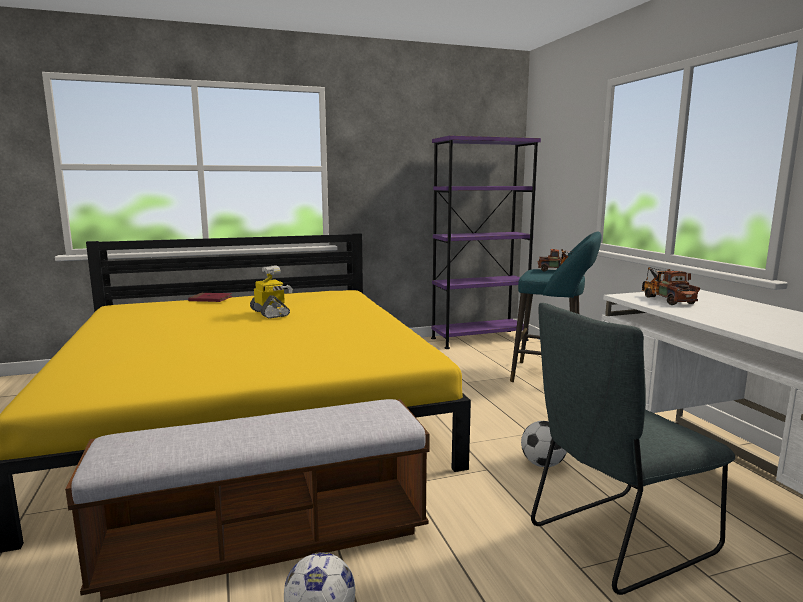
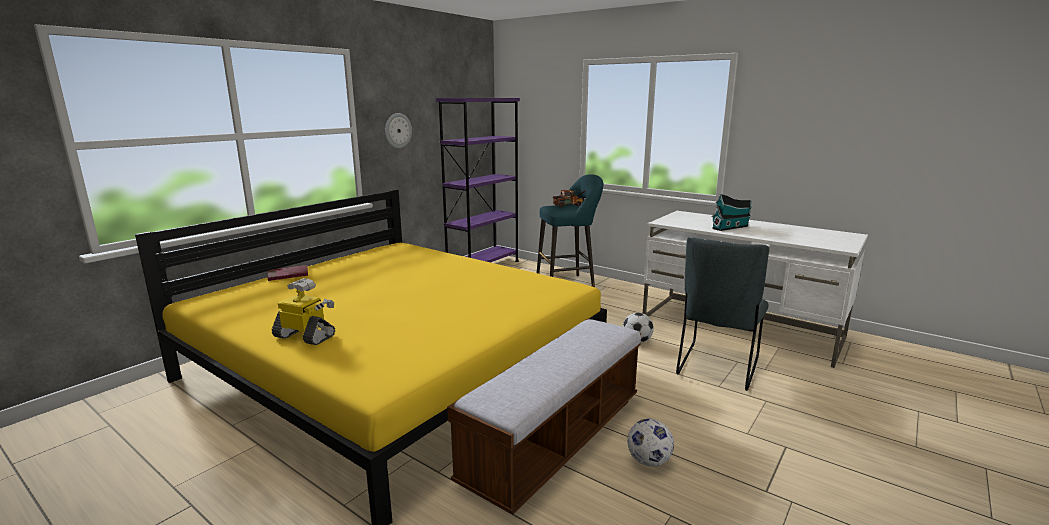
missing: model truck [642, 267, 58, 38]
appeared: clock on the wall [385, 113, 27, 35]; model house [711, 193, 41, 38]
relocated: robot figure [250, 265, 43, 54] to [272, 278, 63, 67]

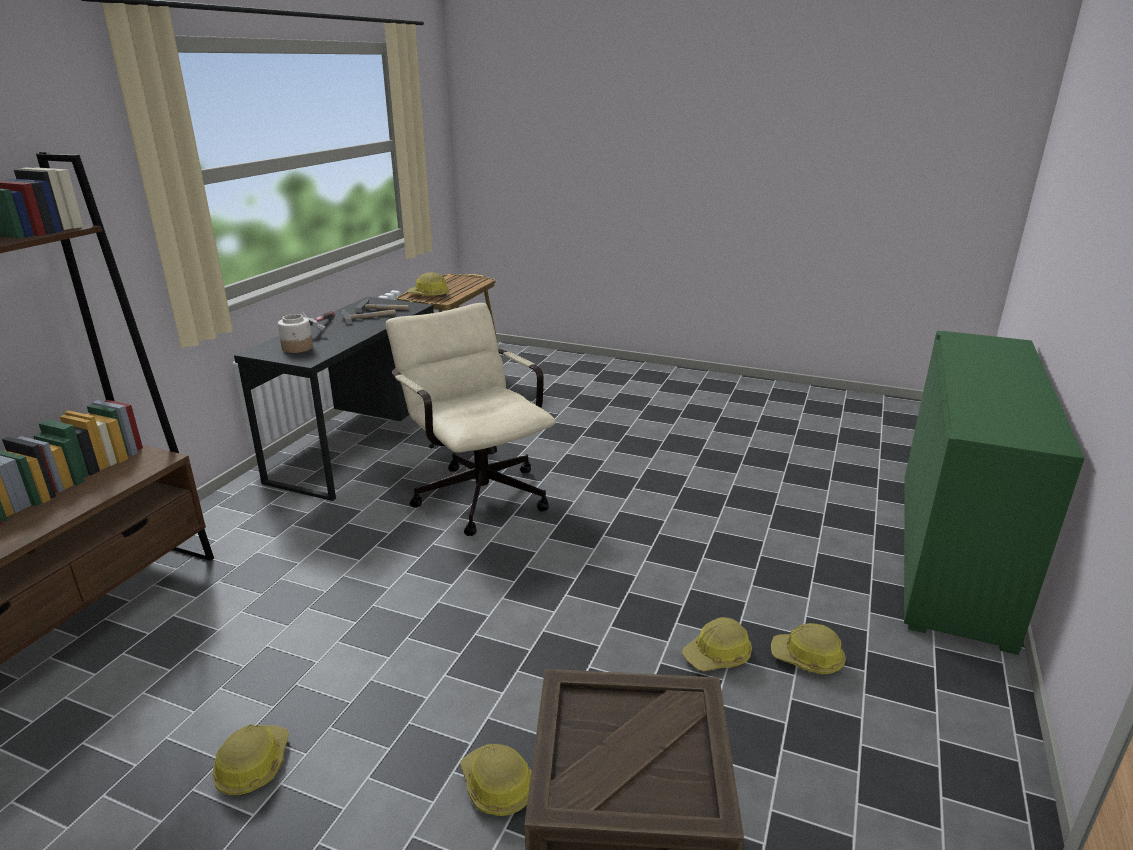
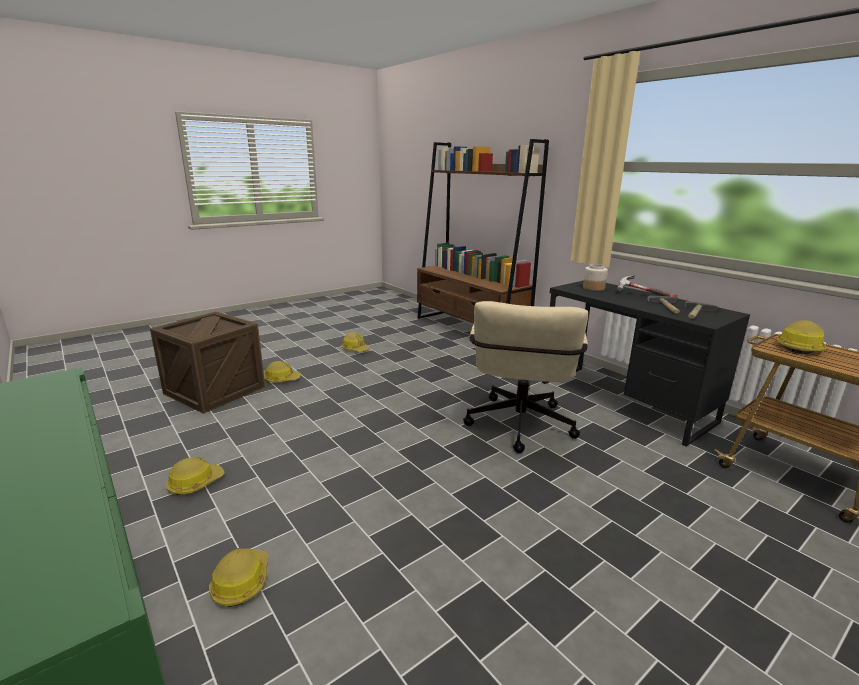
relocated: safety helmet [682, 617, 70, 54] to [209, 548, 59, 59]
spun: beige computer chair [386, 303, 170, 233] = [463, 301, 125, 152] 105 degrees clockwise

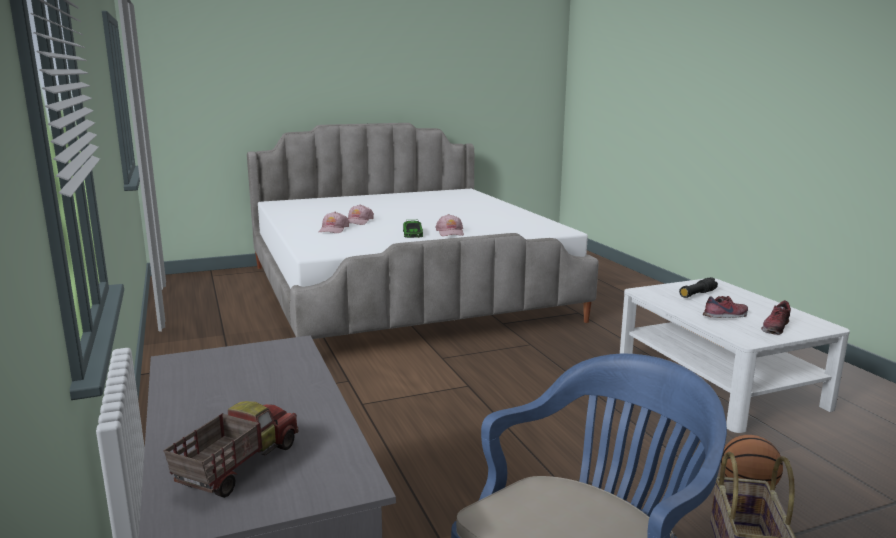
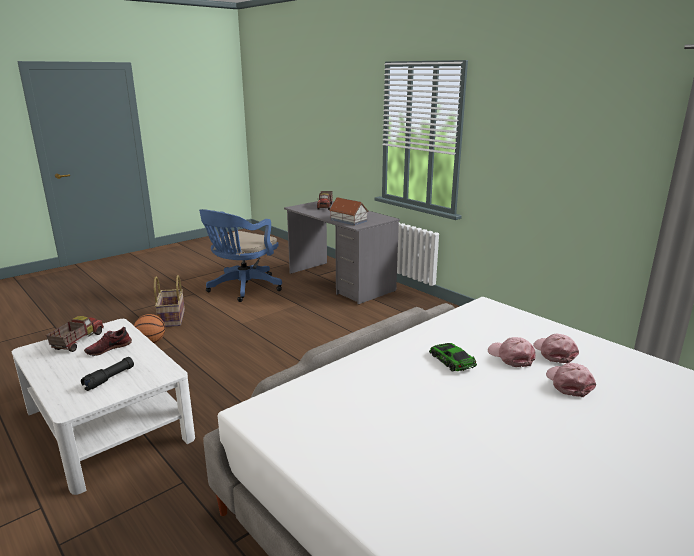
appeared: model house [329, 197, 40, 29]
relocated: pink peaked cap [435, 214, 29, 22] to [488, 337, 48, 30]
exchanged: item of footwear [761, 300, 30, 35] to model truck [46, 316, 58, 36]

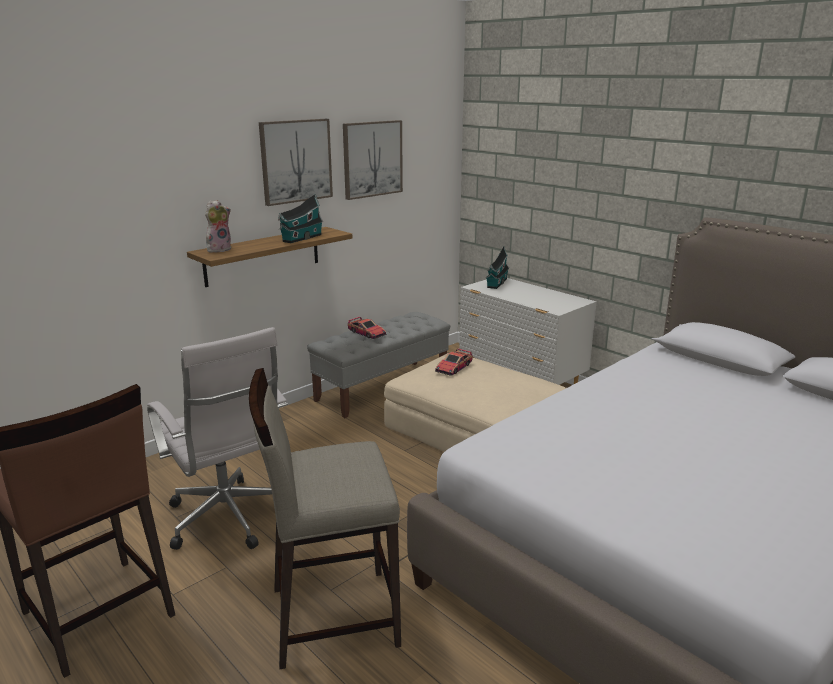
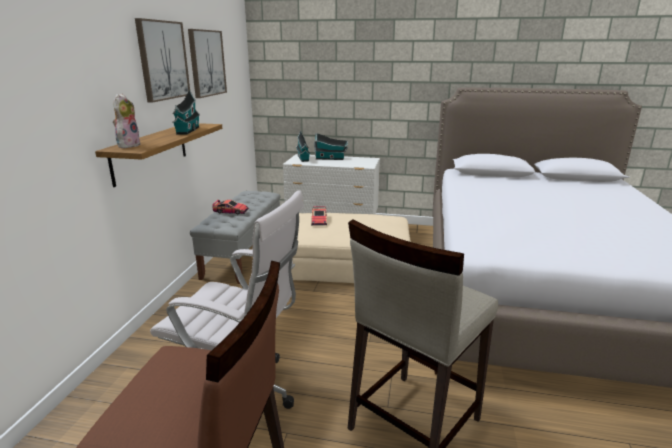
appeared: model house [314, 133, 34, 27]

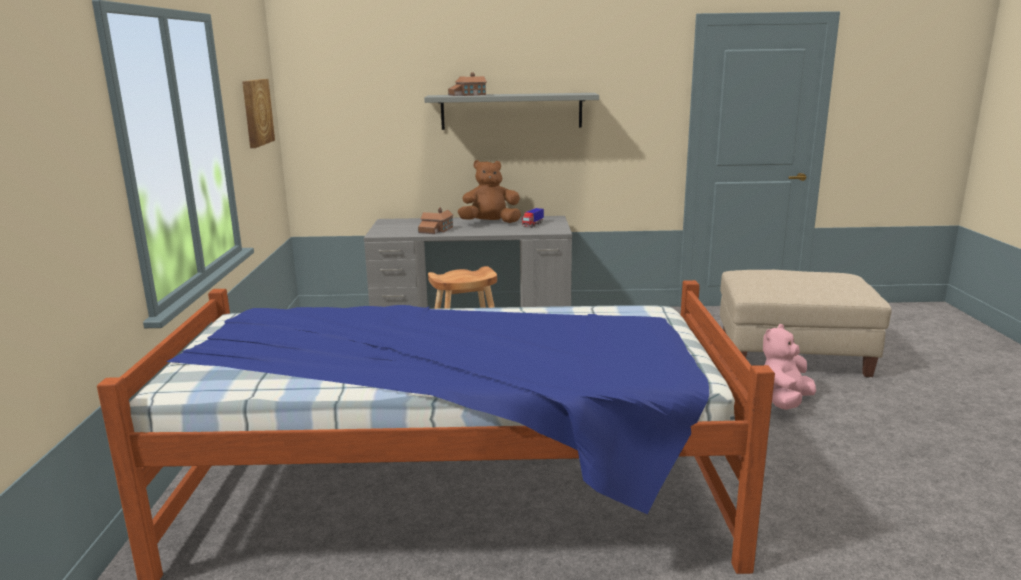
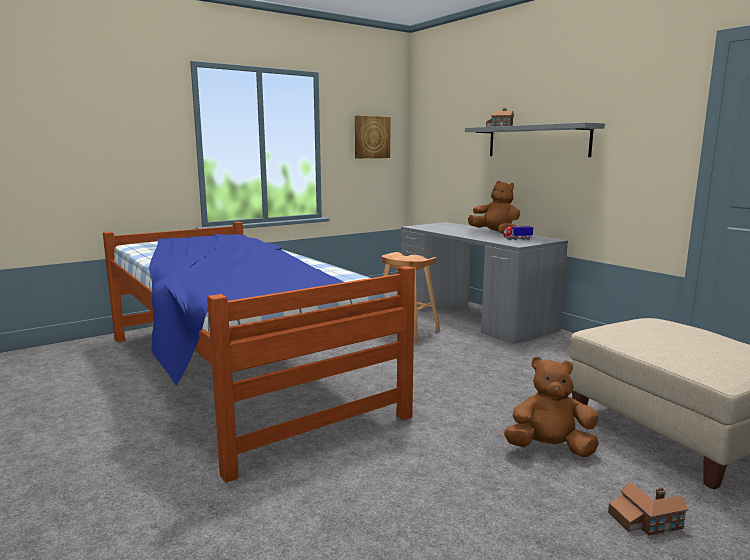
relocated: model house [418, 208, 36, 26] to [608, 481, 81, 55]
colour: pink soft toy [763, 324, 53, 86] to brown soft toy [504, 357, 95, 100]

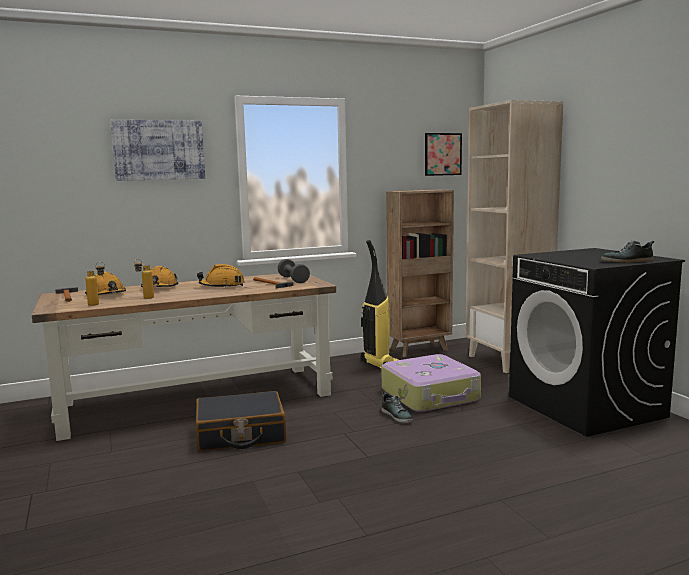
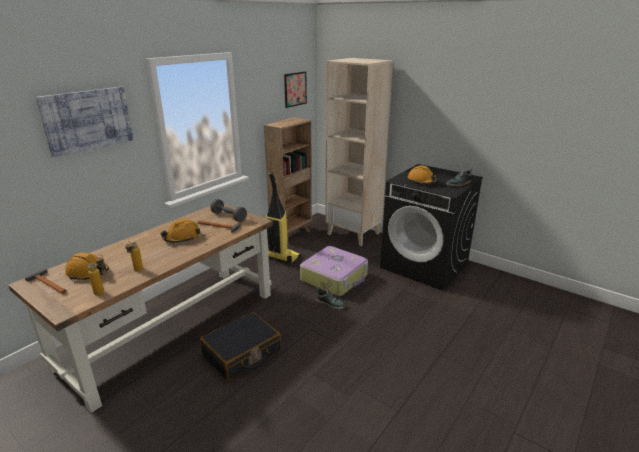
relocated: orange-coloured safety helmet [141, 266, 37, 21] to [408, 165, 30, 19]

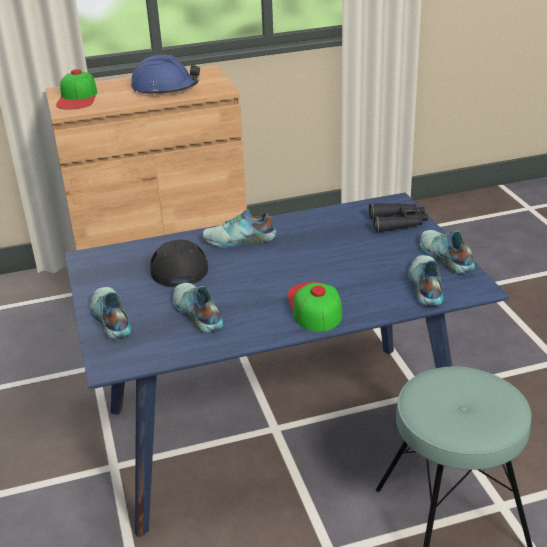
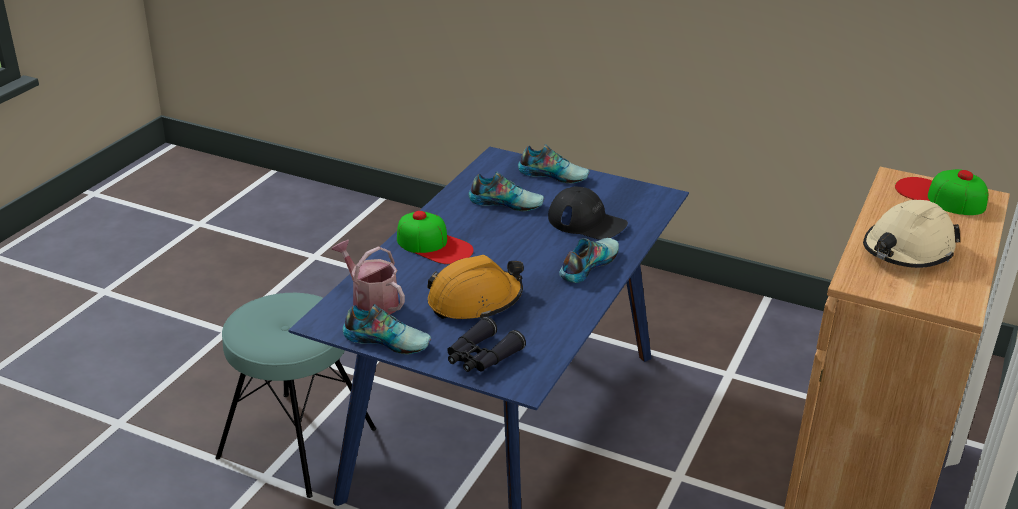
appeared: orange-coloured safety helmet [427, 255, 97, 64]
exchanged: item of footwear [408, 255, 36, 51] to watering can [332, 240, 73, 75]
colour: blue safety helmet [131, 55, 69, 41] to beige safety helmet [863, 200, 97, 68]

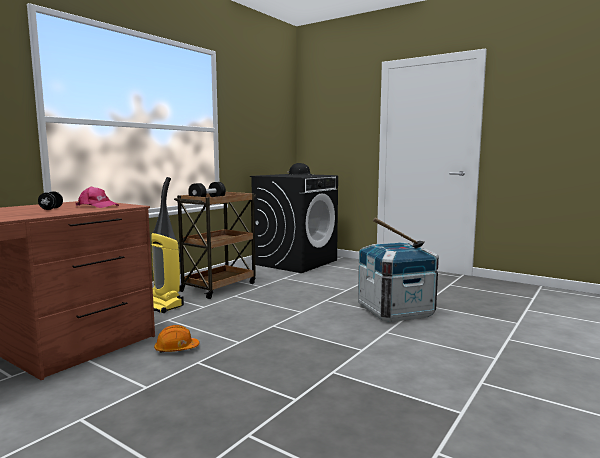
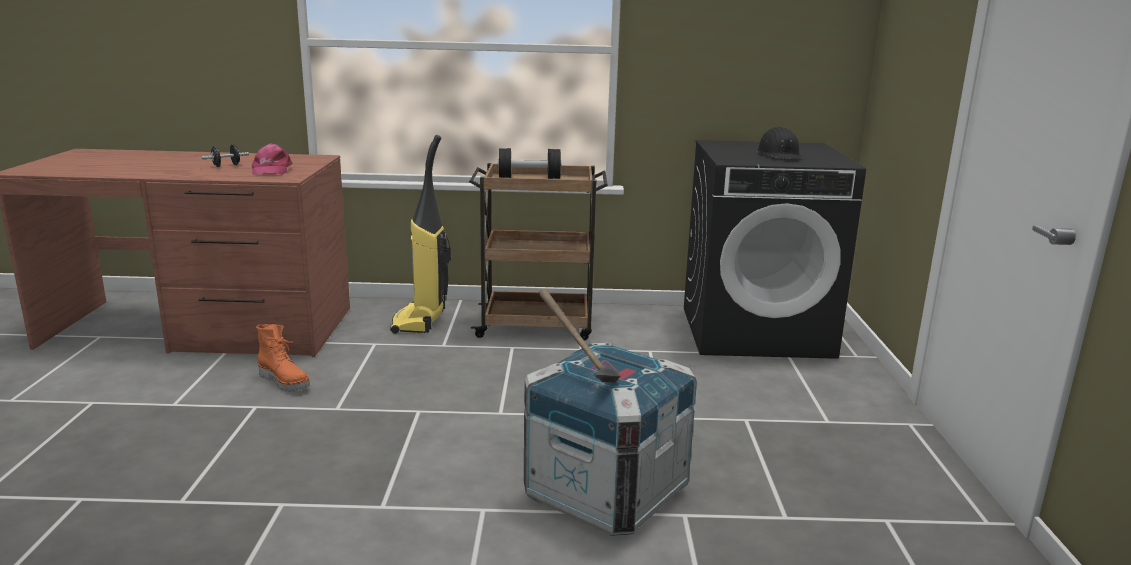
exchanged: orange-coloured safety helmet [154, 325, 46, 28] to orange-coloured high-top boot [256, 324, 54, 67]

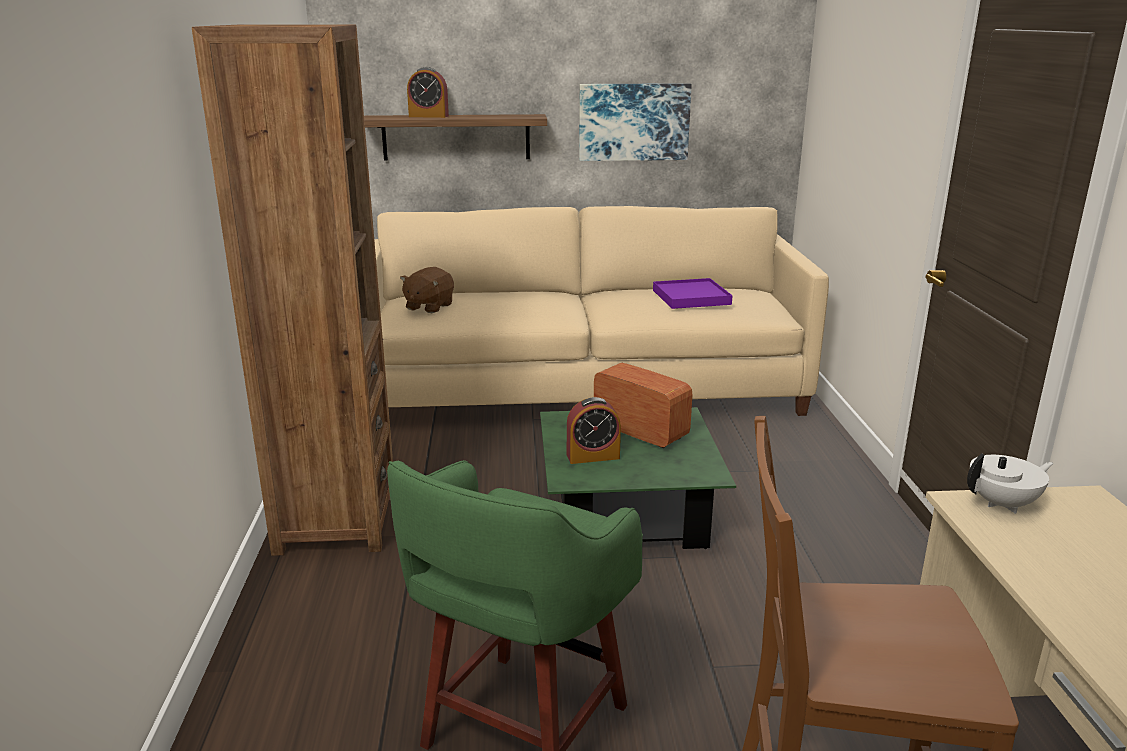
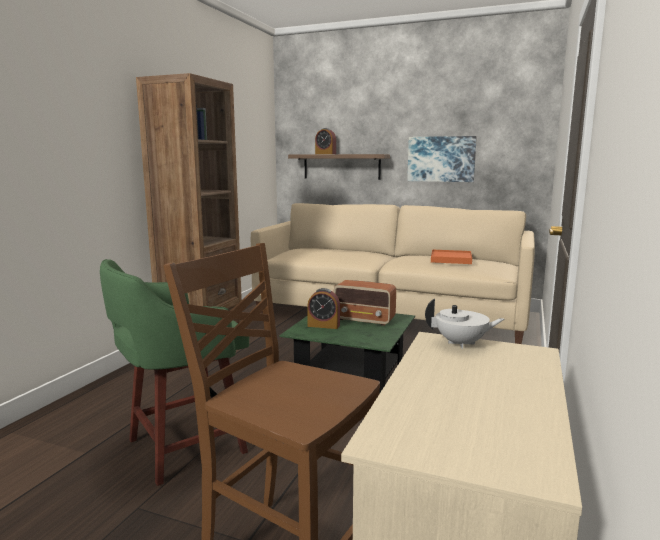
missing: brown soft toy [400, 267, 54, 46]
colour: purplish carrying tray [653, 278, 80, 31] to orange-coloured carrying tray [431, 249, 41, 15]
spun: radio [594, 363, 98, 85] = [333, 280, 63, 46] 135 degrees clockwise

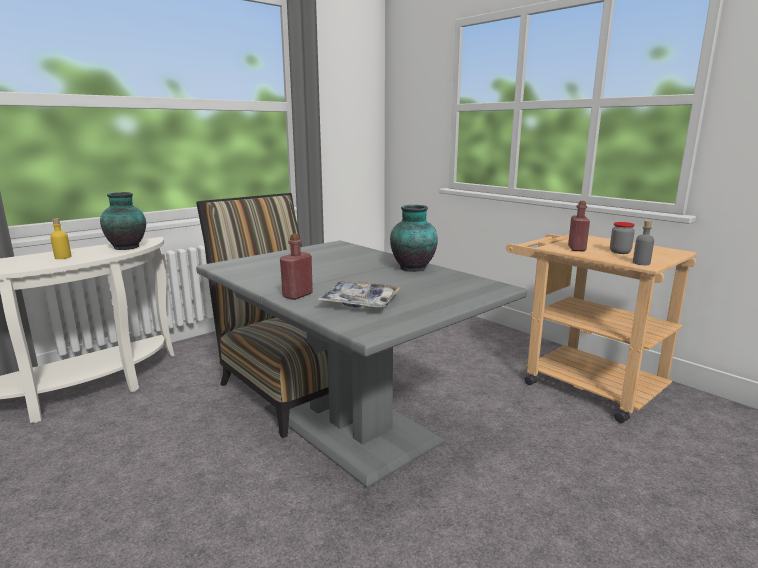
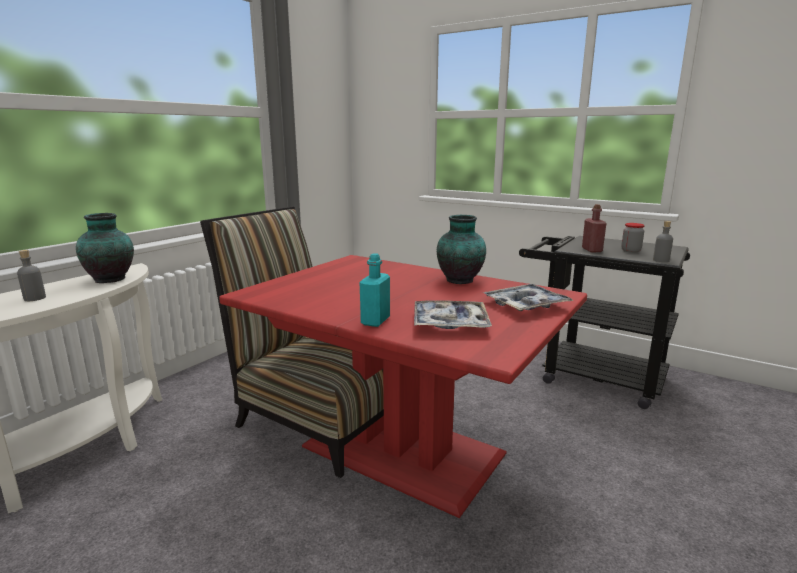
appeared: carrying tray [483, 284, 91, 27]
colour: yellow-coloured drink bottle [50, 218, 21, 41] to gray drink bottle [17, 250, 29, 51]; reddish drink bottle [280, 234, 33, 66] to blue-green drink bottle [360, 253, 30, 74]; beige wheeled cart [506, 234, 190, 189] to blackish wheeled cart [519, 236, 171, 173]; gray dinner table [196, 240, 331, 248] to reddish dinner table [219, 255, 368, 263]

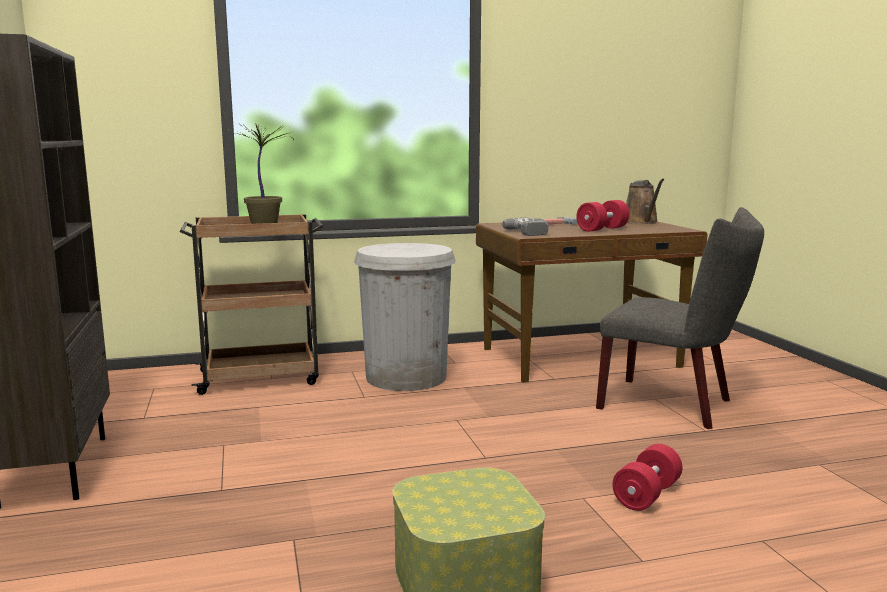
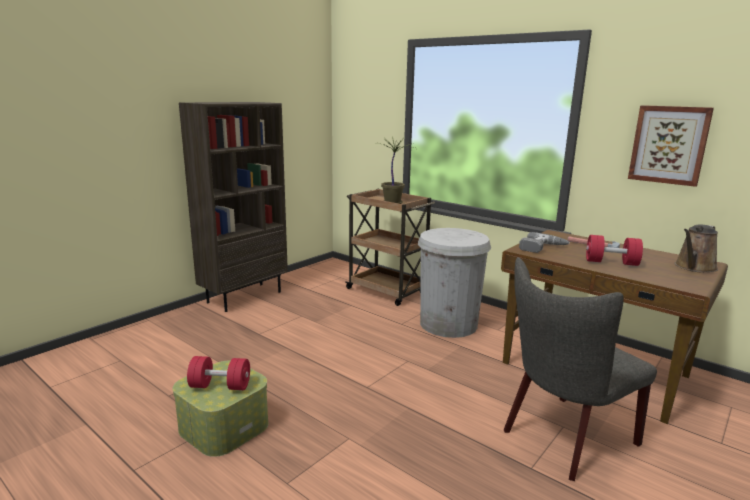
appeared: wall picture [628, 105, 86, 82]
relocated: reddish free weight [612, 444, 71, 67] to [187, 356, 63, 34]
spun: gray plain chair [596, 207, 168, 222] = [504, 257, 153, 224] 60 degrees clockwise

